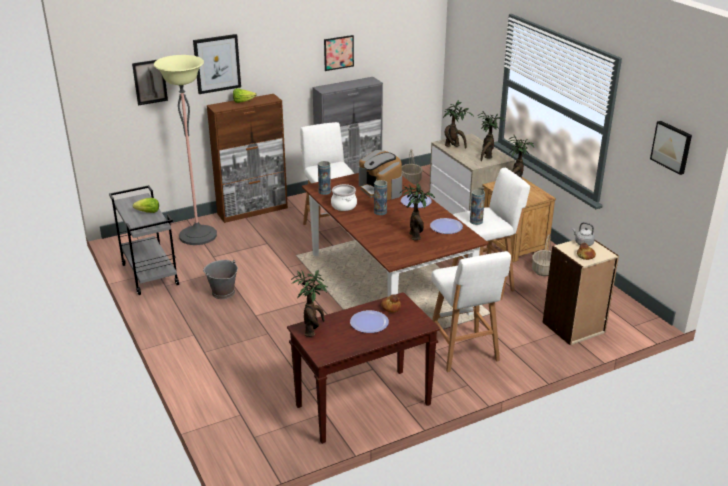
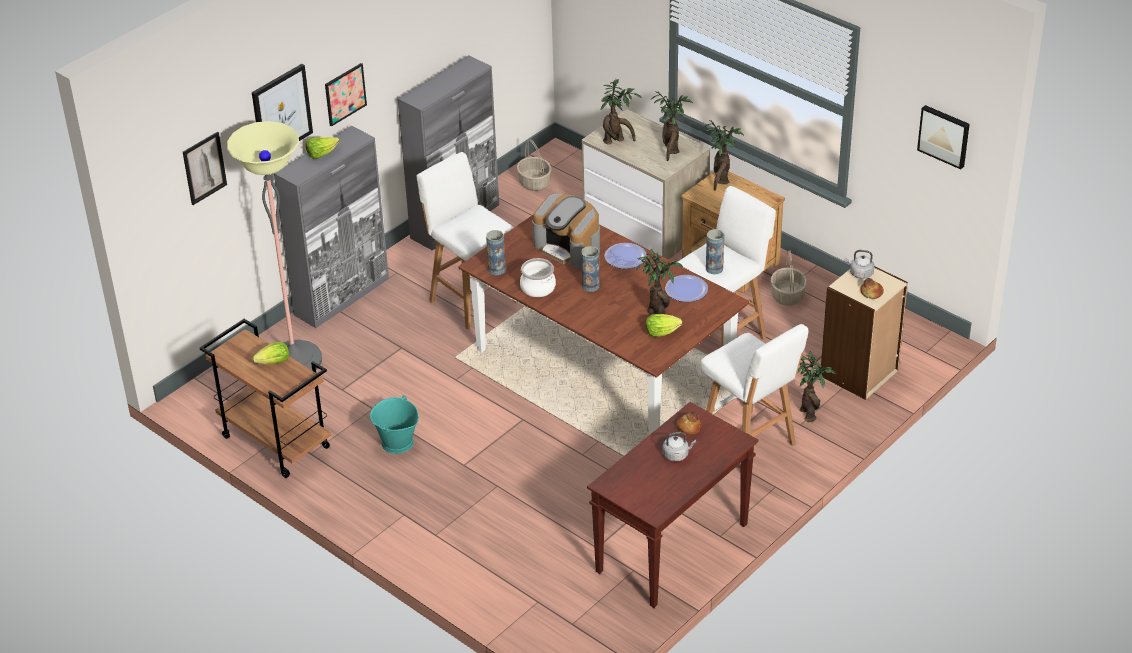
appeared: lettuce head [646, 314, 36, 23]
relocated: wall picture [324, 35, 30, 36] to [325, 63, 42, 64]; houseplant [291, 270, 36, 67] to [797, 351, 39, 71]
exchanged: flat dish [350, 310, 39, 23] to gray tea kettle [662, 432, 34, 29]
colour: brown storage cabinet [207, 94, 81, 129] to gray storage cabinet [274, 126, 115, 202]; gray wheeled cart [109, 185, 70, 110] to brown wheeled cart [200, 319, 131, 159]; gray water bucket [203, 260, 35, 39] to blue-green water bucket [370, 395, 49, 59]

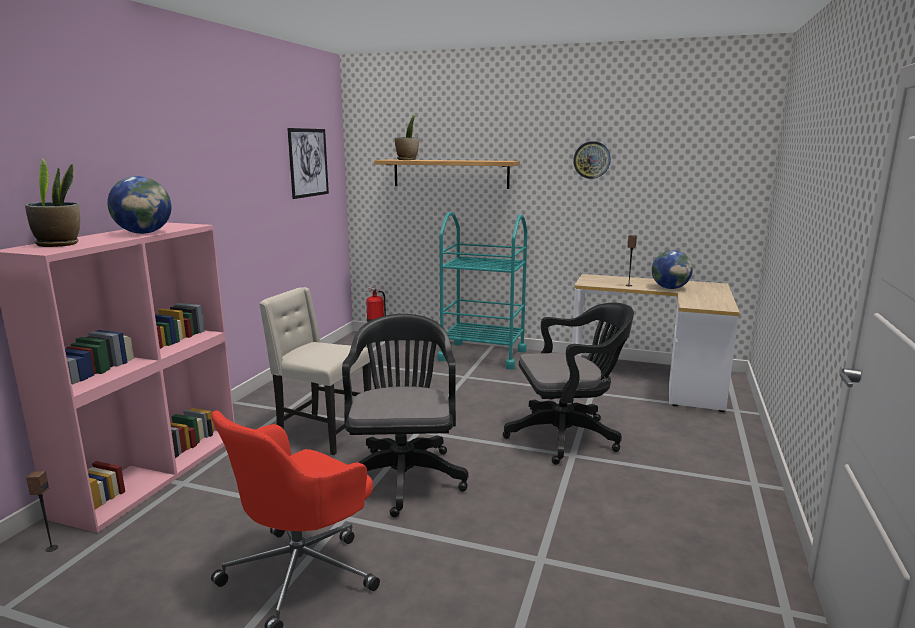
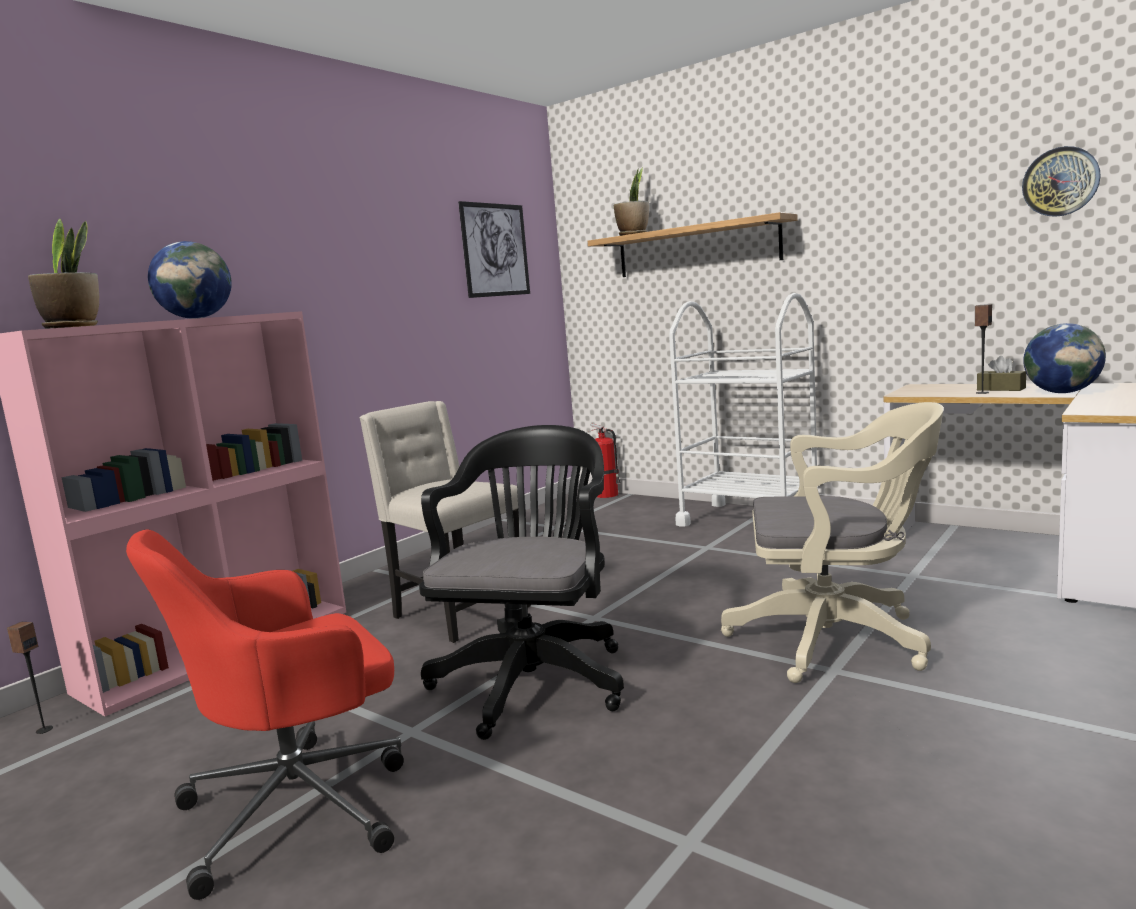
appeared: brown box of tissues [977, 356, 49, 35]
relocated: clock on the wall [573, 141, 38, 38] to [1022, 146, 79, 71]
colour: blue-green wheeled cart [438, 212, 89, 157] to whitish wheeled cart [669, 293, 149, 233]; blackish computer chair [503, 303, 131, 162] to beige computer chair [721, 402, 223, 281]

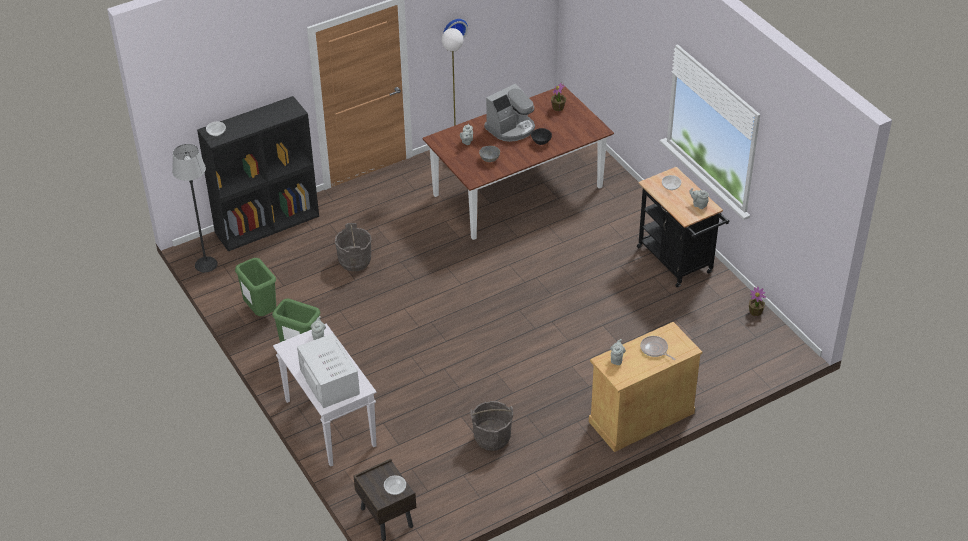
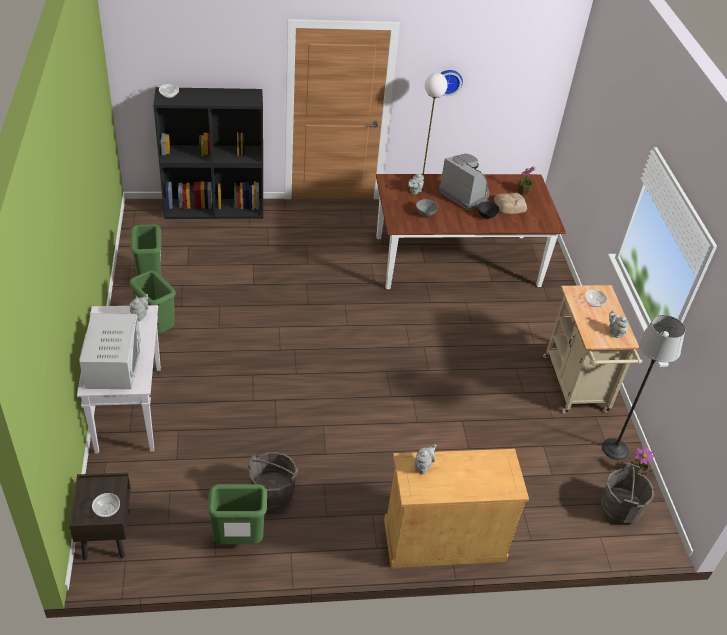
missing: frying pan [640, 336, 36, 24]
appeared: baked bread [494, 193, 33, 21]; greenish rubbish bin [207, 484, 61, 60]
relocated: floor lamp [172, 144, 46, 128] to [602, 315, 83, 145]; gray water bucket [335, 223, 36, 48] to [601, 463, 53, 62]
colour: blackish wheeled cart [637, 167, 92, 121] to beige wheeled cart [543, 285, 99, 128]
spun: coffee brewer [484, 84, 51, 58] = [439, 154, 51, 56] 120 degrees counterclockwise

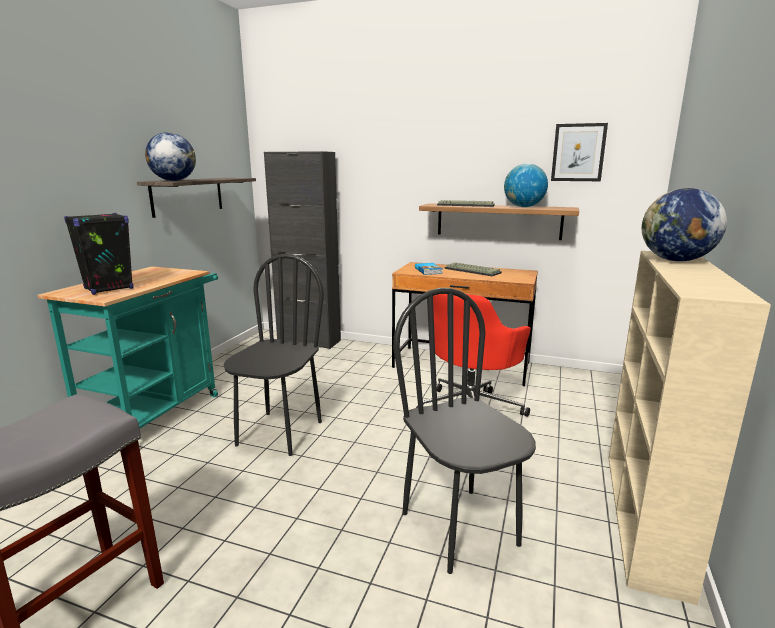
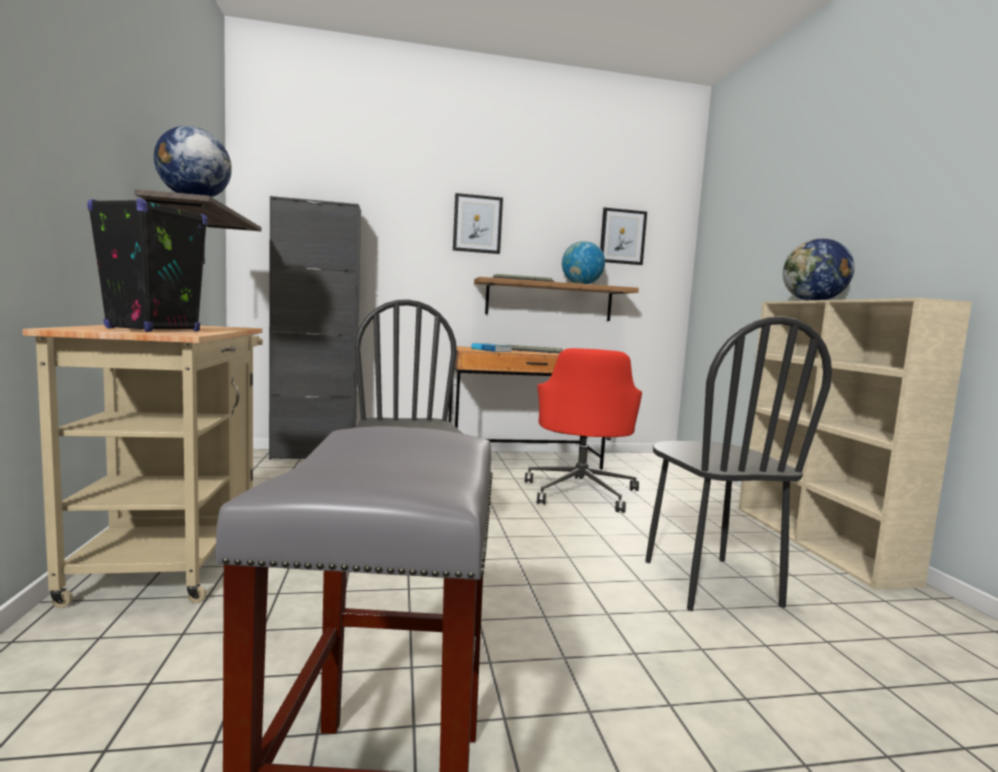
appeared: wall picture [453, 193, 50, 61]
colour: blue-green wheeled cart [37, 266, 181, 162] to beige wheeled cart [23, 325, 240, 283]
spun: blackish plain chair [393, 288, 143, 286] = [645, 316, 187, 295] 135 degrees counterclockwise

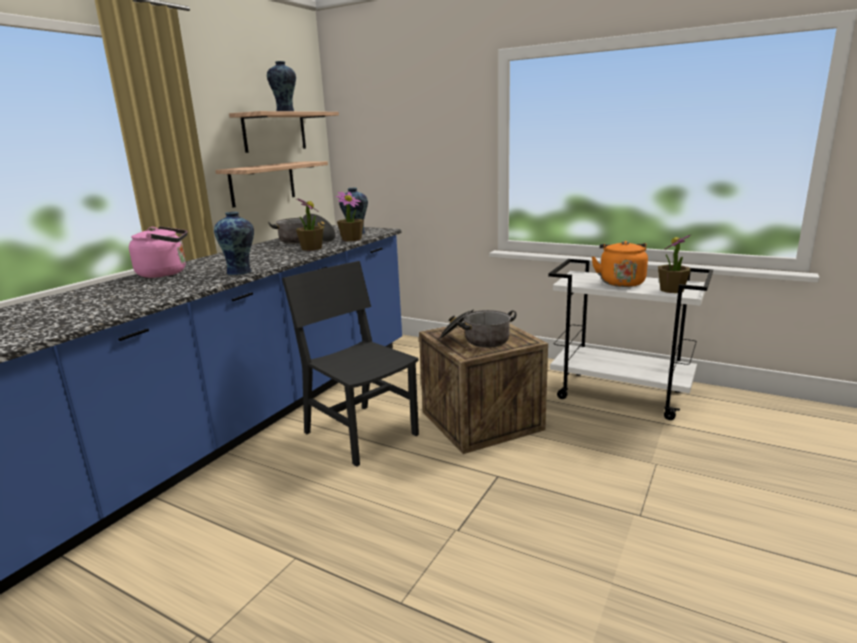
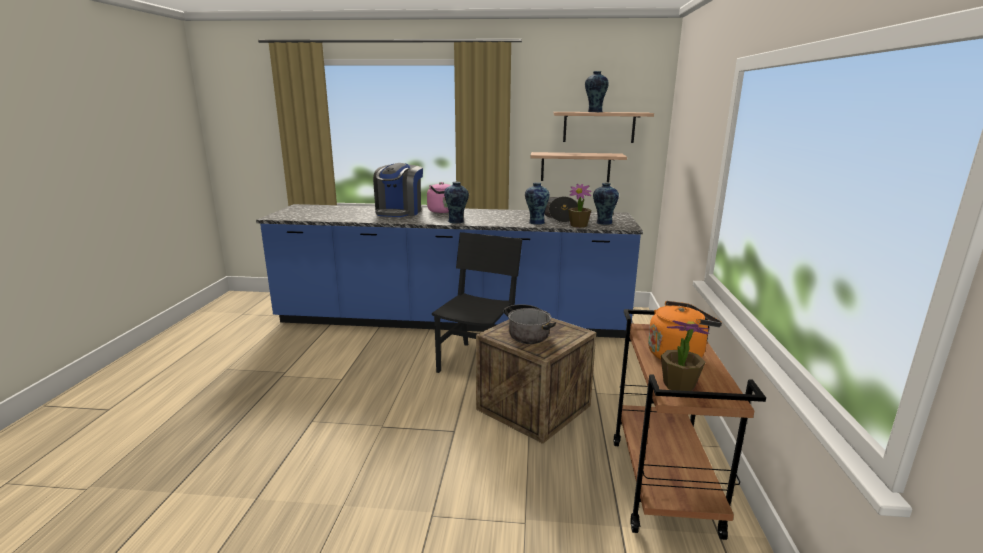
appeared: coffee brewer [373, 163, 50, 54]
exchanged: houseplant [296, 198, 28, 53] to flower vase [525, 182, 25, 43]
colour: whitish wheeled cart [548, 259, 165, 161] to brown wheeled cart [613, 309, 153, 231]

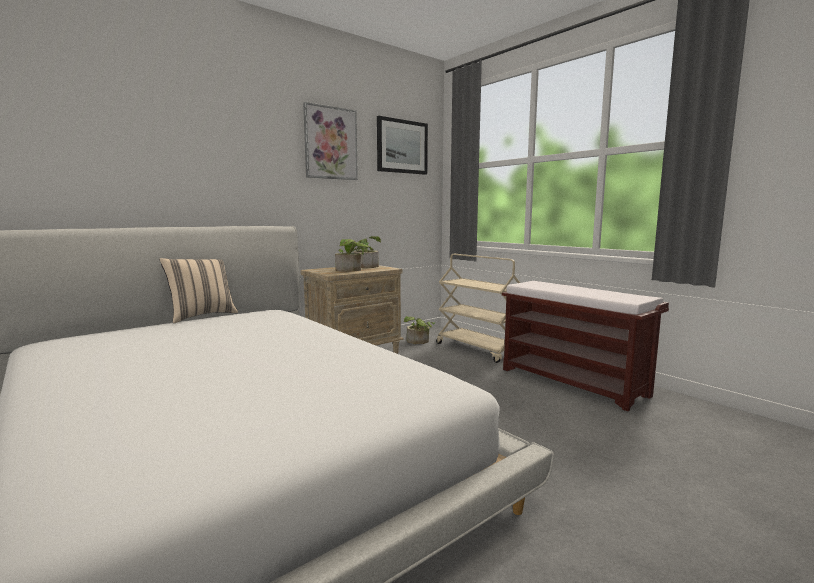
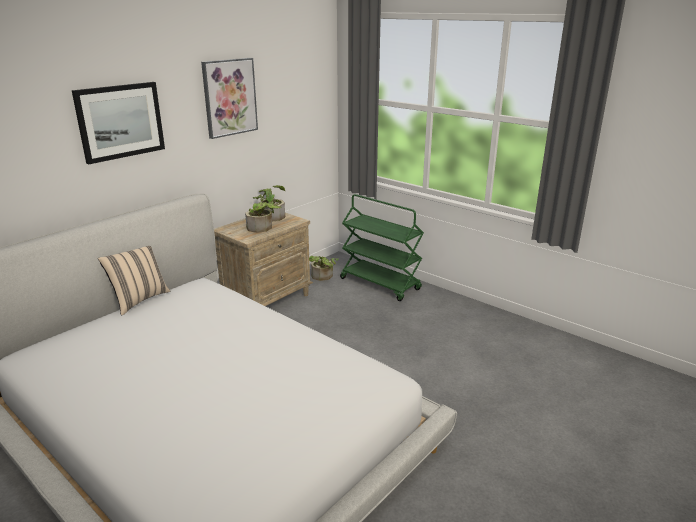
missing: brown bench [502, 281, 167, 130]
relocated: wall picture [377, 116, 51, 59] to [72, 82, 93, 82]
colour: beige wheeled cart [436, 254, 84, 109] to greenish wheeled cart [340, 194, 84, 107]

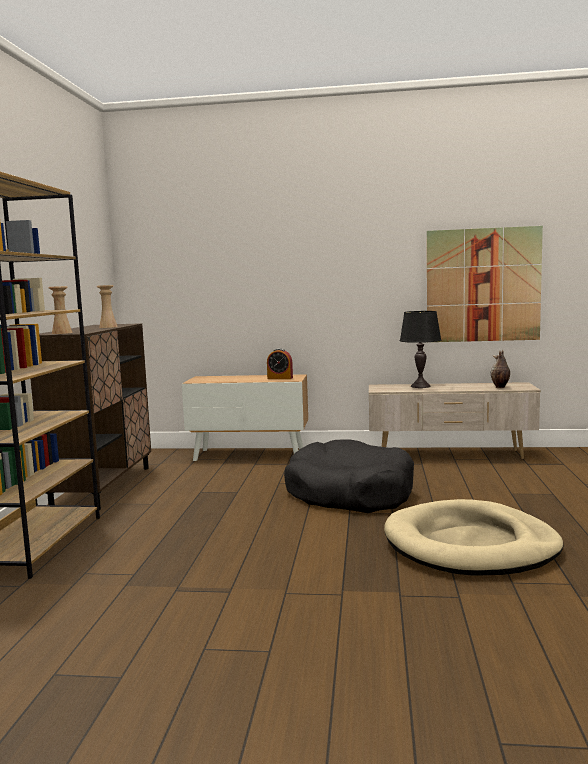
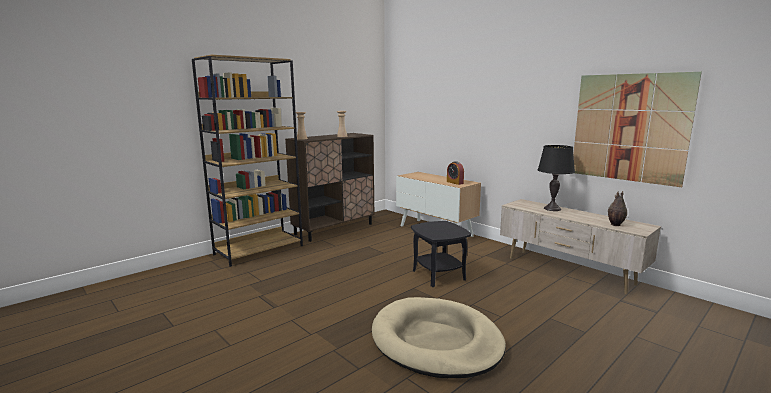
exchanged: blackish dog bed [284, 439, 130, 74] to blackish accent table [411, 221, 60, 66]

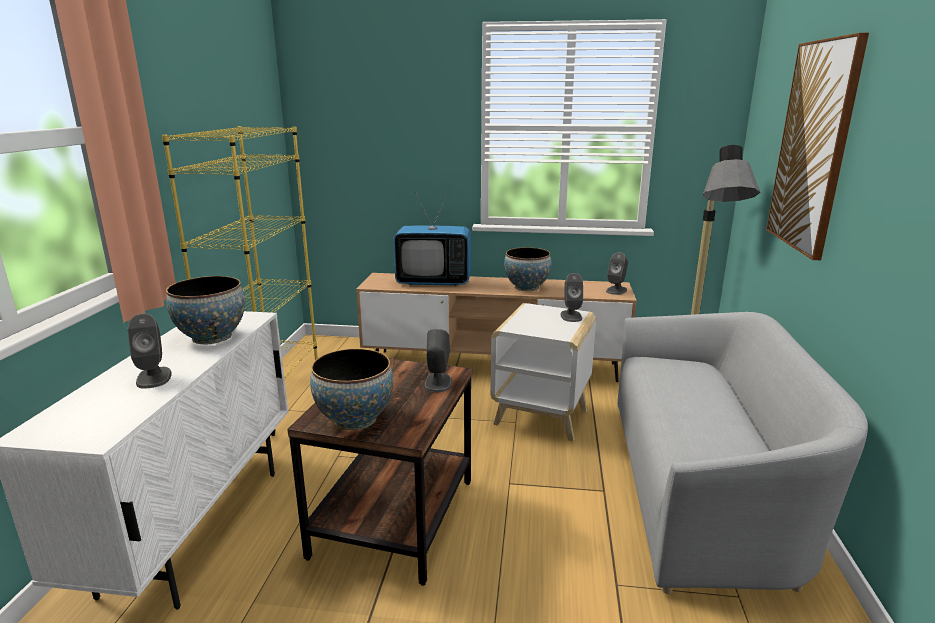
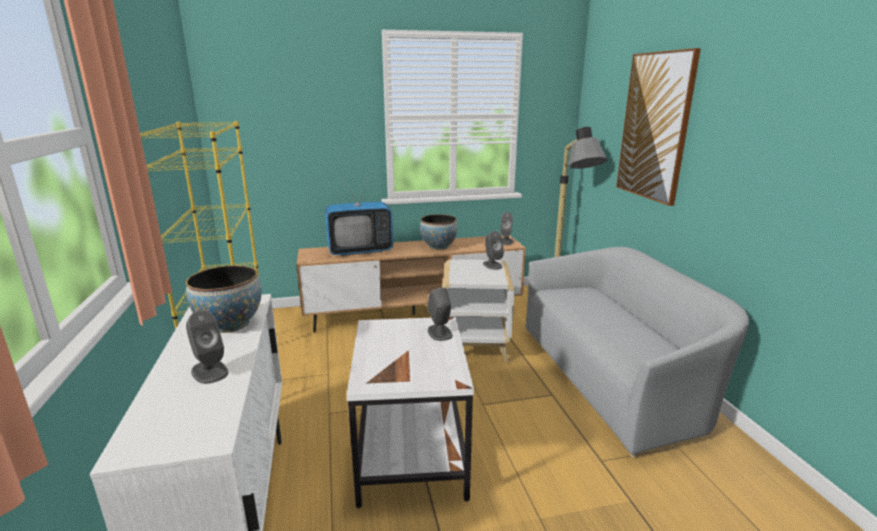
missing: serving bowl [310, 349, 83, 81]
colour: brown accent table [287, 358, 185, 228] to whitish accent table [347, 317, 127, 191]

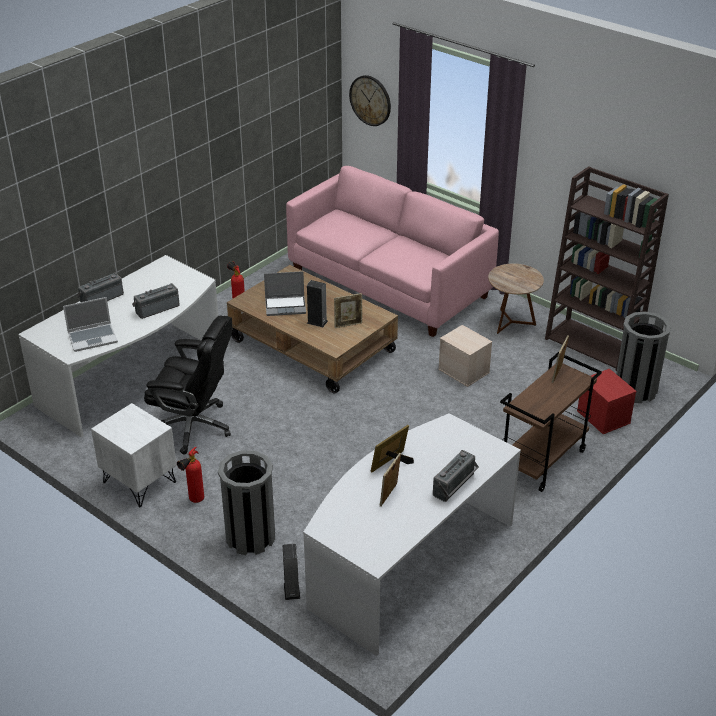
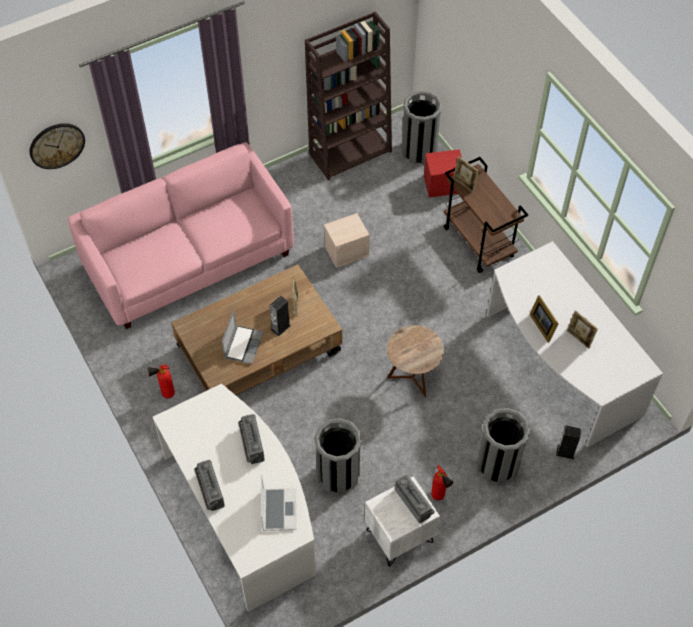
relocated: brown accent table [488, 264, 56, 70] to [387, 325, 57, 72]; radio [433, 450, 46, 52] to [395, 475, 40, 48]
exchanged: blackish computer chair [144, 315, 88, 140] to gray rubbish bin [314, 418, 48, 77]

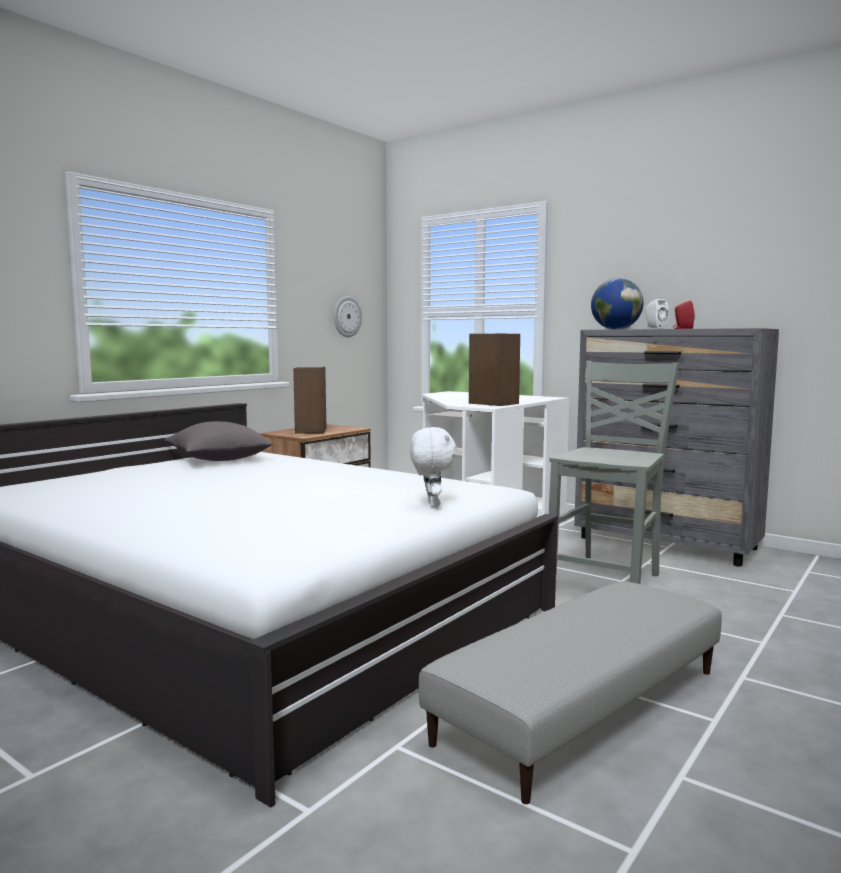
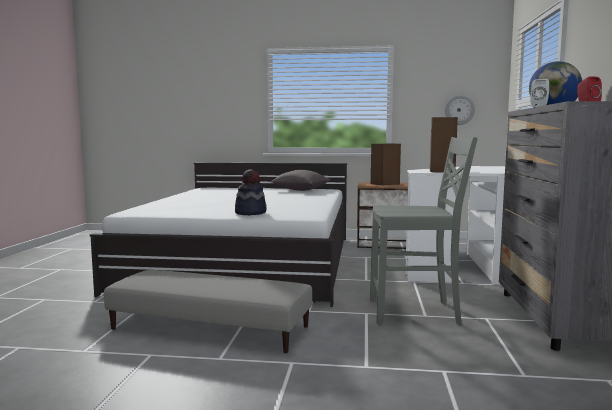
exchanged: whitish soft toy [410, 427, 47, 80] to hat [235, 169, 32, 46]

